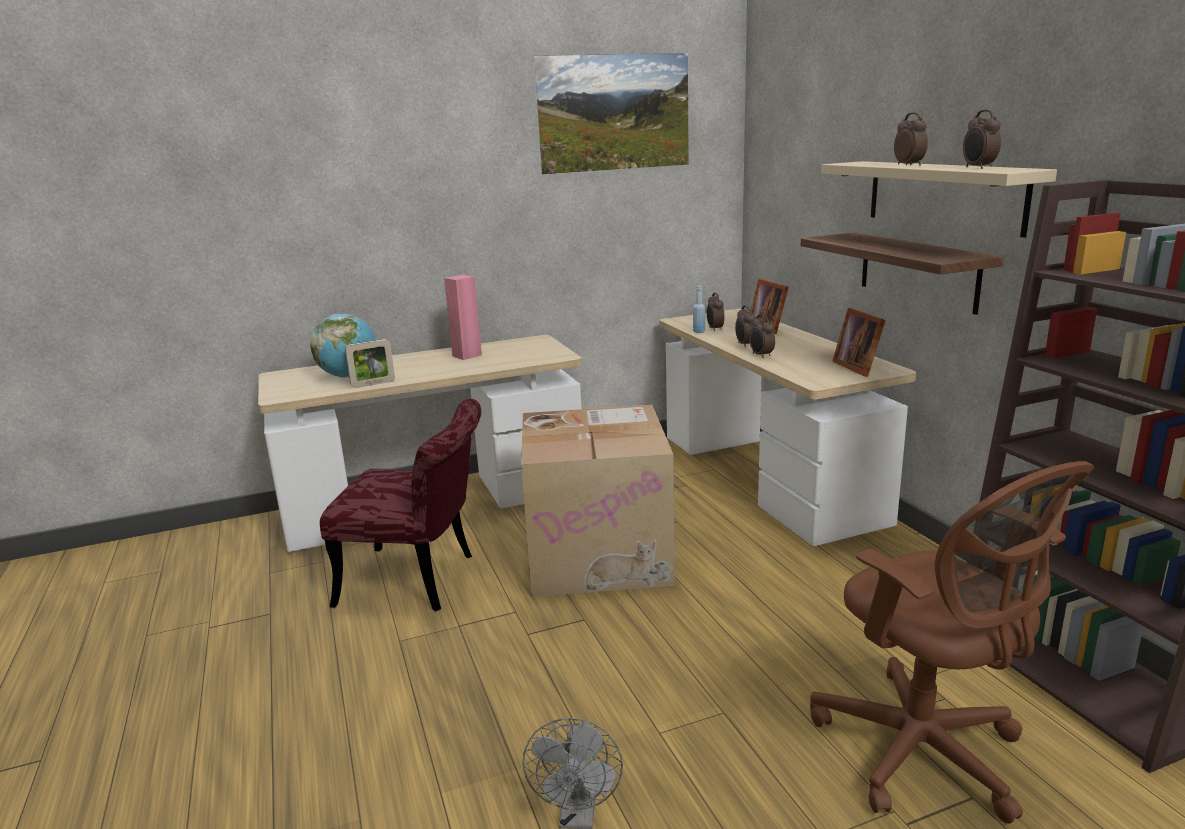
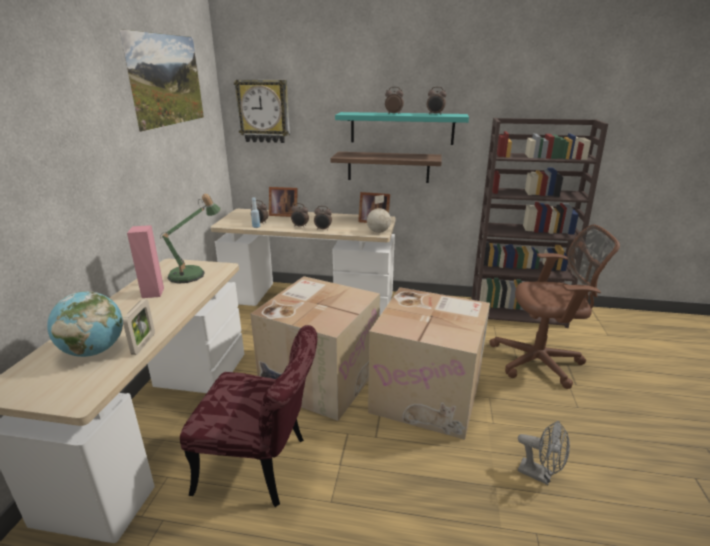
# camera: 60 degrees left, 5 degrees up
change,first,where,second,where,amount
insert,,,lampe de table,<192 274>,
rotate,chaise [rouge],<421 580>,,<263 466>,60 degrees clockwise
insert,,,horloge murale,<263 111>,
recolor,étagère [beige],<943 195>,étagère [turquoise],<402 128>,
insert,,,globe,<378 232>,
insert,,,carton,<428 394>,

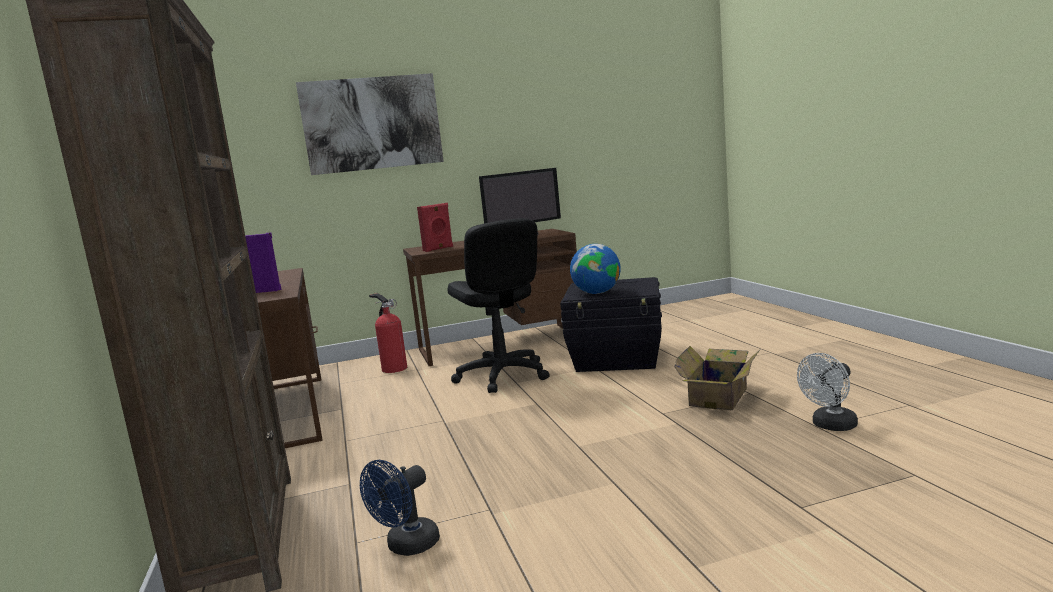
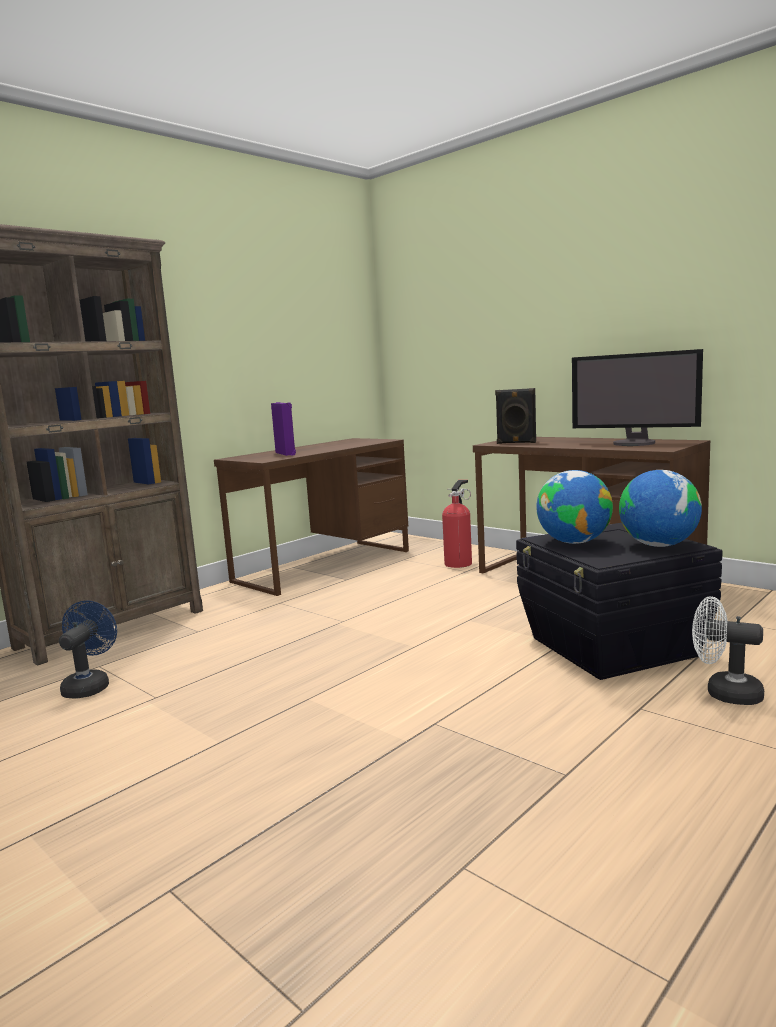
# camera: 60 degrees right, 0 degrees up
change,first,where,second,where,amount
rotate,ventilateur [bleu],<407 547>,,<90 685>,90 degrees clockwise
recolor,enceinte [rouge],<438 249>,enceinte [noir],<516 443>,
insert,,,globe,<658 545>,
move,ventilateur [blanc],<830 426>,,<724 693>,
delete,tableau,<372 123>,,,
delete,chaise de bureau [noir],<502 376>,,,
delete,carton,<720 396>,,,

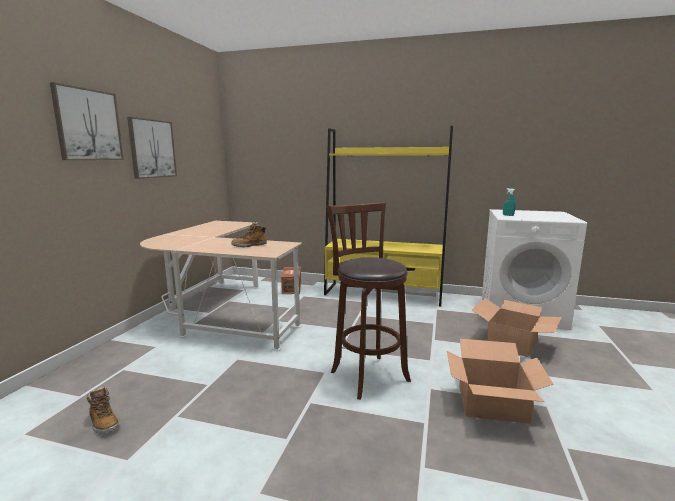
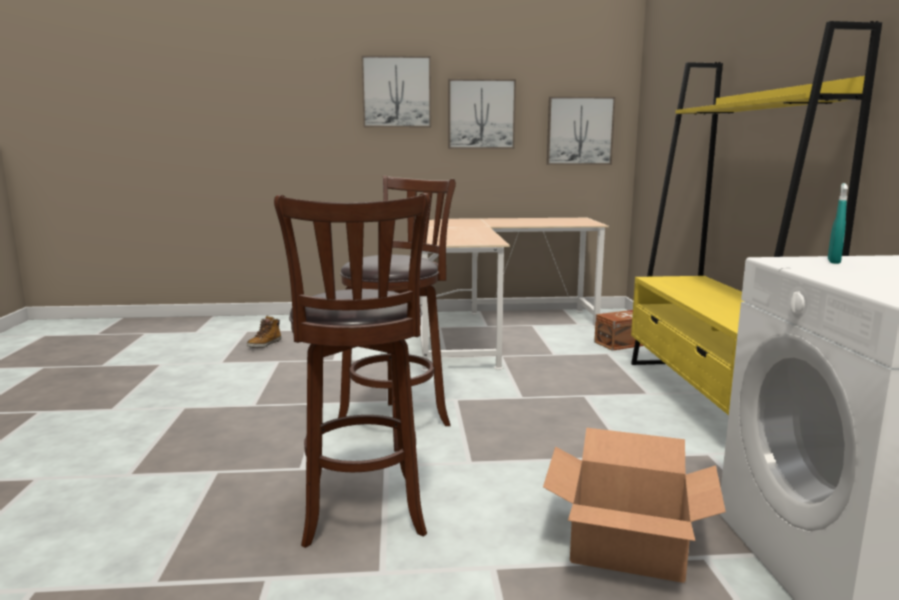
# camera: 70 degrees right, 0 degrees up
change,first,where,second,where,amount
replace,carton,<492 404>,tabouret [marron],<363 516>,
insert,,,tableau,<580 131>,
delete,botte,<249 245>,,,

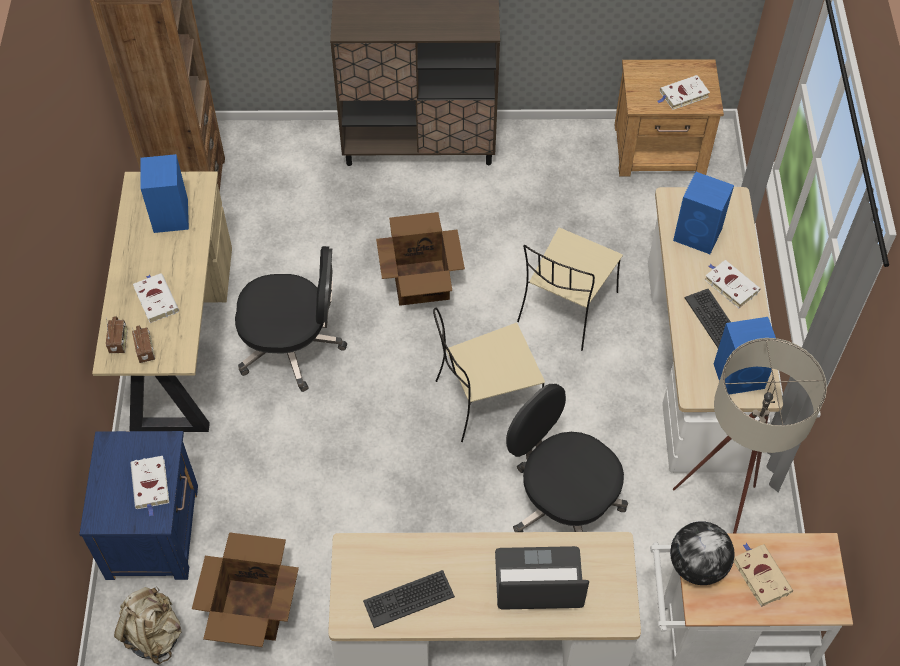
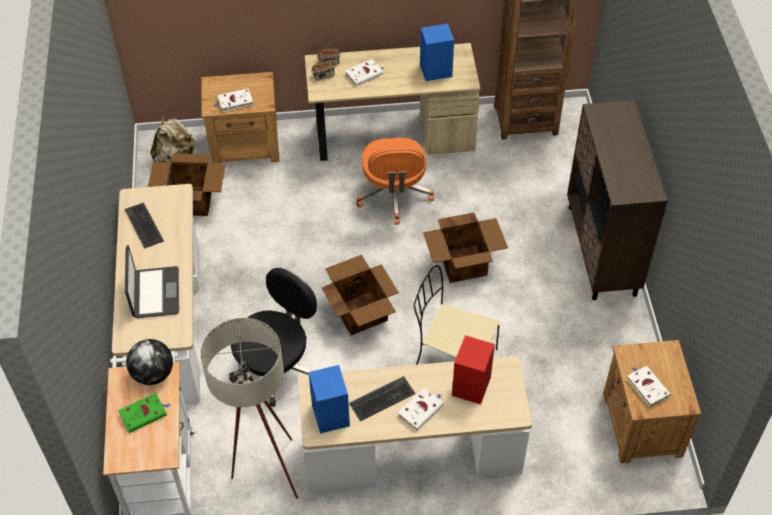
# camera: 85 degrees right, 5 degrees down
change,first,where,second,where,amount
recolor,livre [beige],<760 575>,livre [vert],<144 414>,
recolor,table de chevet [bleu],<154 530>,table de chevet [marron],<246 145>,
replace,chaise [beige],<485 400>,carton,<361 312>,
recolor,chaise de bureau [noir],<292 346>,chaise de bureau [orange],<394 195>,
recolor,enceinte [bleu],<698 235>,enceinte [rouge],<471 387>,

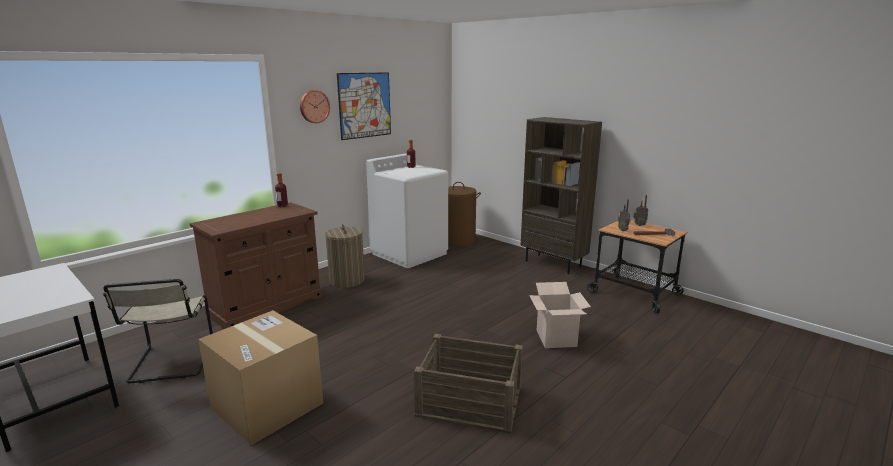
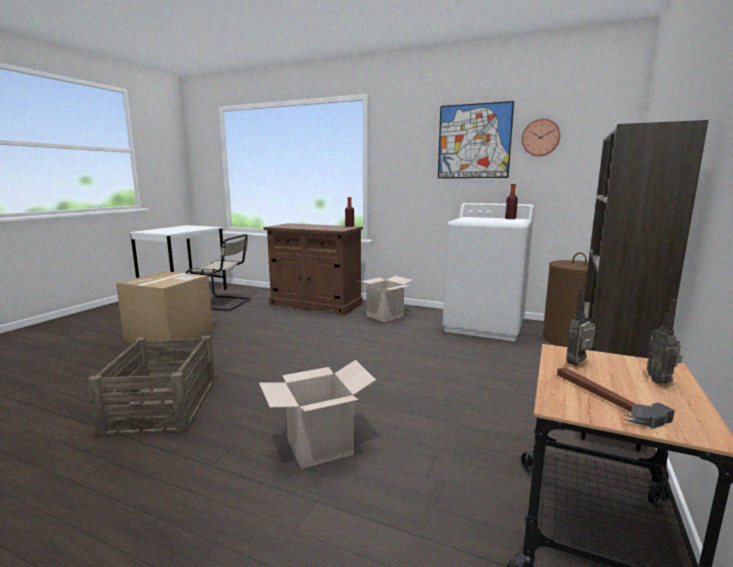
# camera: 70 degrees right, 5 degrees down
change,first,where,second,where,amount
rotate,chaise [beige],<171 363>,,<224 303>,135 degrees counterclockwise
replace,panier à linge,<347 280>,carton,<385 316>,
move,horloge murale,<314 106>,,<540 137>,

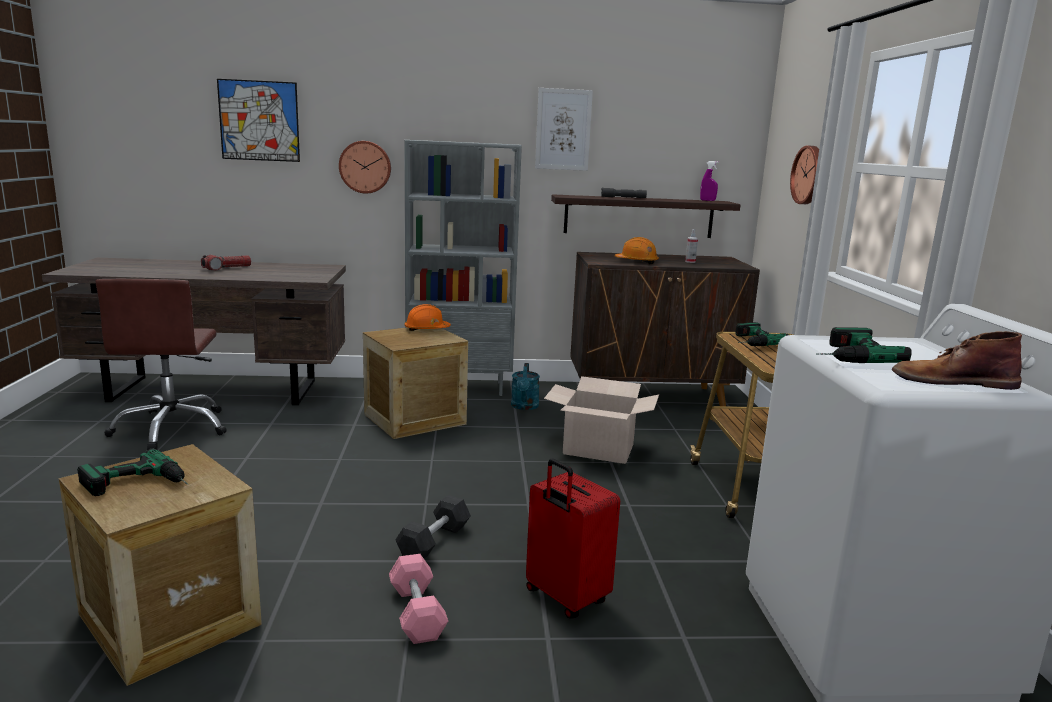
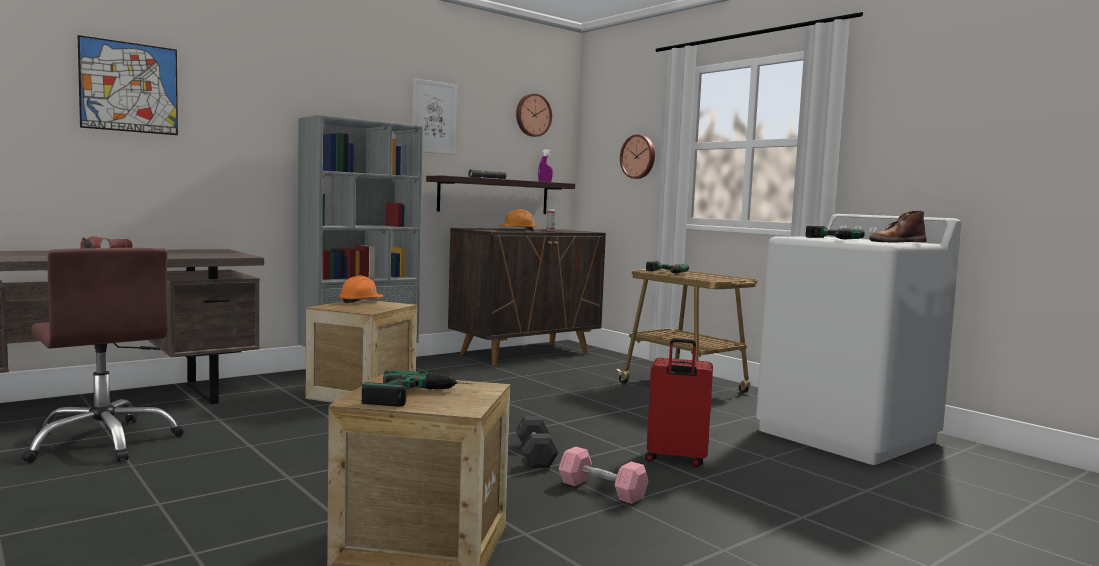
# camera: 35 degrees left, 10 degrees down
change,first,where,second,where,amount
move,horloge murale,<365 167>,,<532 115>,
delete,arrosoir [turquoise],<524 407>,,,
delete,carton,<598 449>,,,

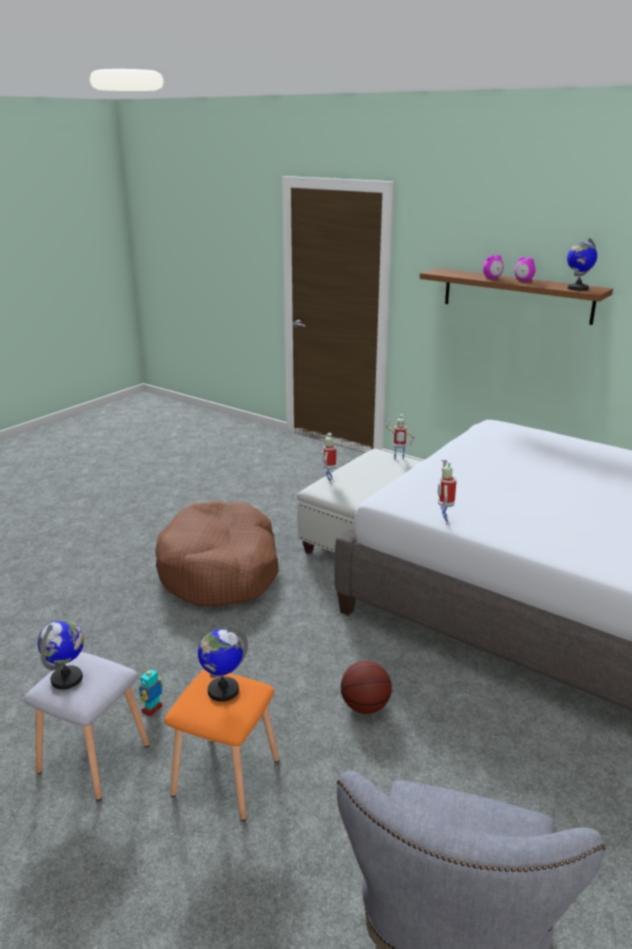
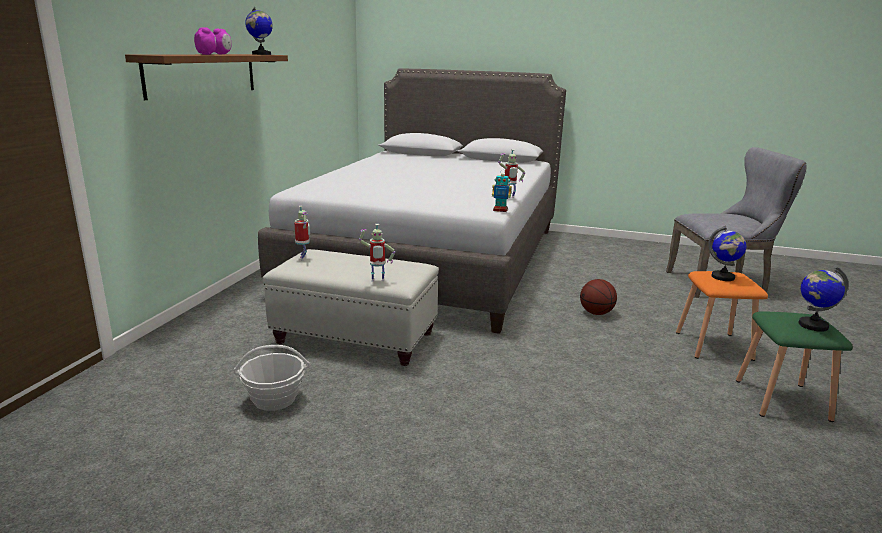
# camera: 110 degrees left, 5 degrees down
change,first,where,second,where,amount
insert,,,panier,<274 399>,
move,robot jouet,<152 709>,,<500 210>,
recolor,tabouret [gris],<92 758>,tabouret [vert],<783 400>,
delete,panier pour chien [marron],<220 570>,,,

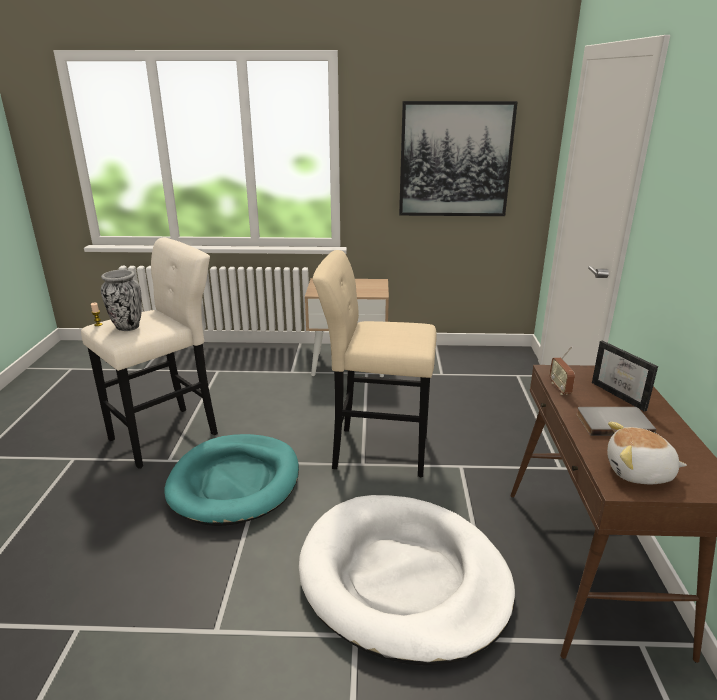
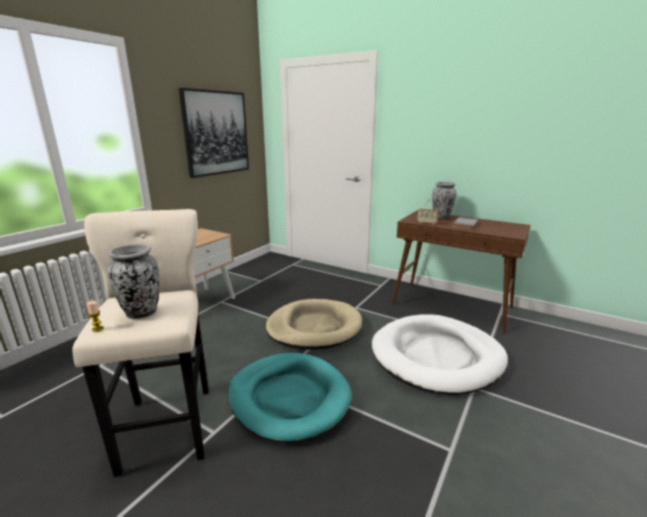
# camera: 60 degrees left, 5 degrees down
change,first,where,second,where,amount
replace,tabouret [beige],<375 451>,panier pour chien [beige],<314 327>,
replace,cadre photo,<623 395>,vase,<441 218>,
delete,peluche,<639 472>,,,

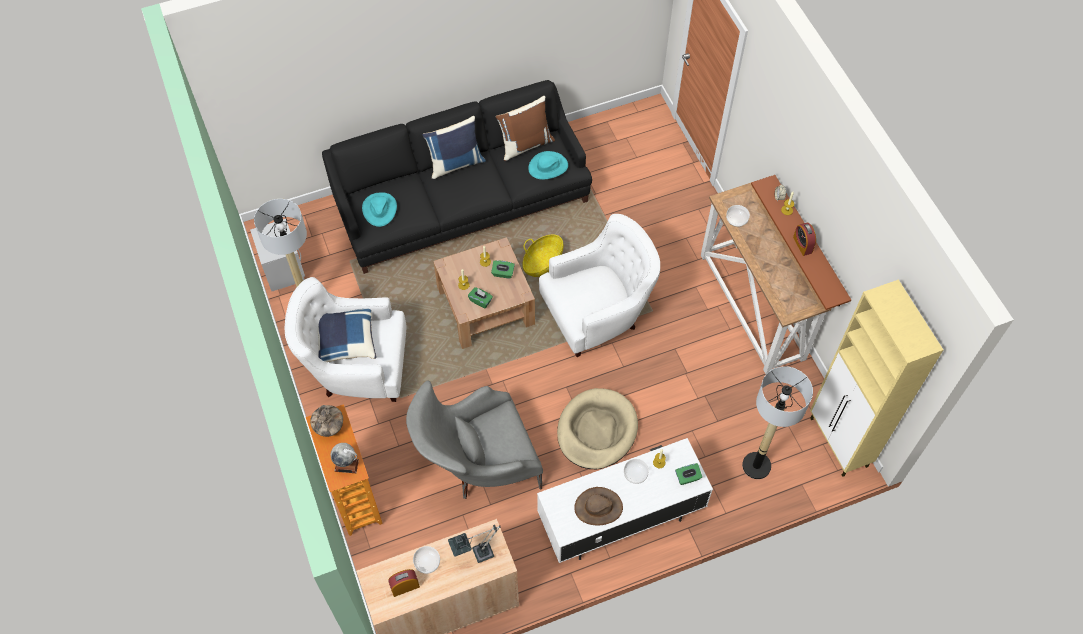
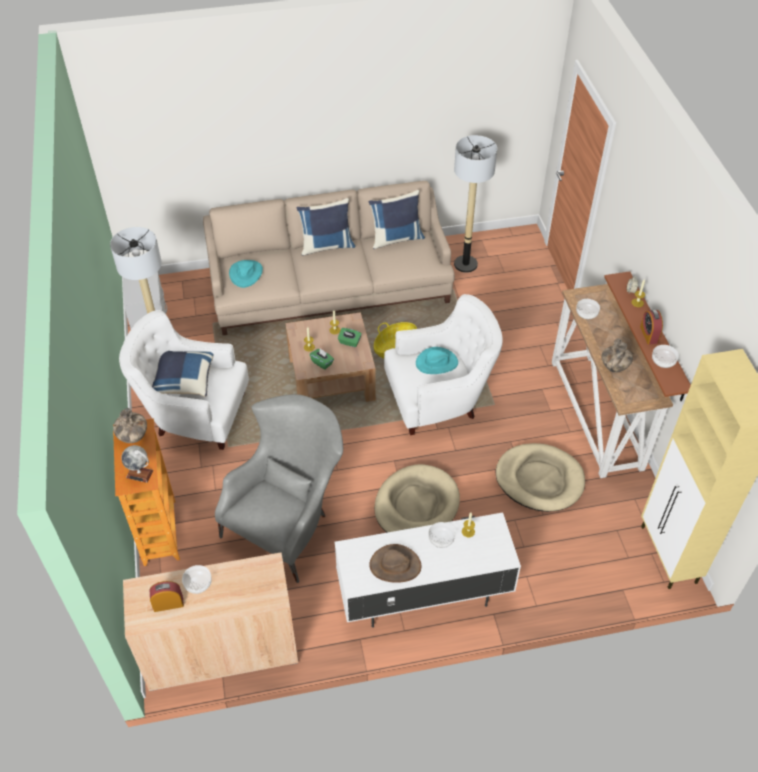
# camera: 10 degrees right, 10 degrees down
change,first,where,second,where,amount
recolor,canapé [noir],<461 200>,canapé [beige],<330 286>,
rotate,fauteuil [gris],<478 467>,,<288 521>,135 degrees clockwise
recolor,coussin [marron],<525 144>,coussin [bleu],<396 238>,
move,chapeau [turquoise],<548 167>,,<436 363>,
move,lampadaire,<756 465>,,<465 264>,
insert,,,panier pour chien [beige],<539 479>,
insert,,,vase,<614 367>,
insert,,,bol,<663 361>,
delete,lampe de table,<478 554>,,,
delete,boîte à mouchoirs [vert],<687 477>,,,

